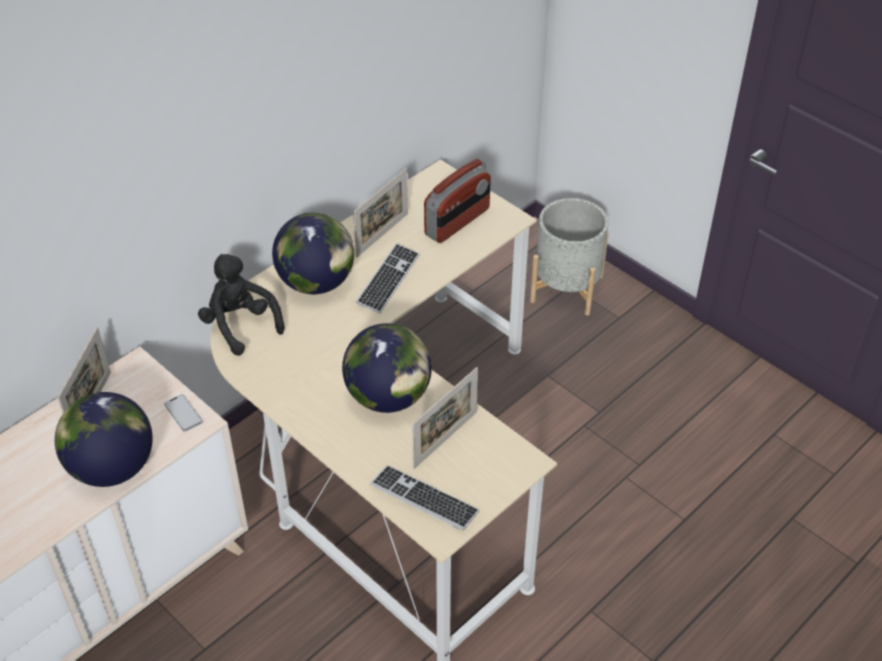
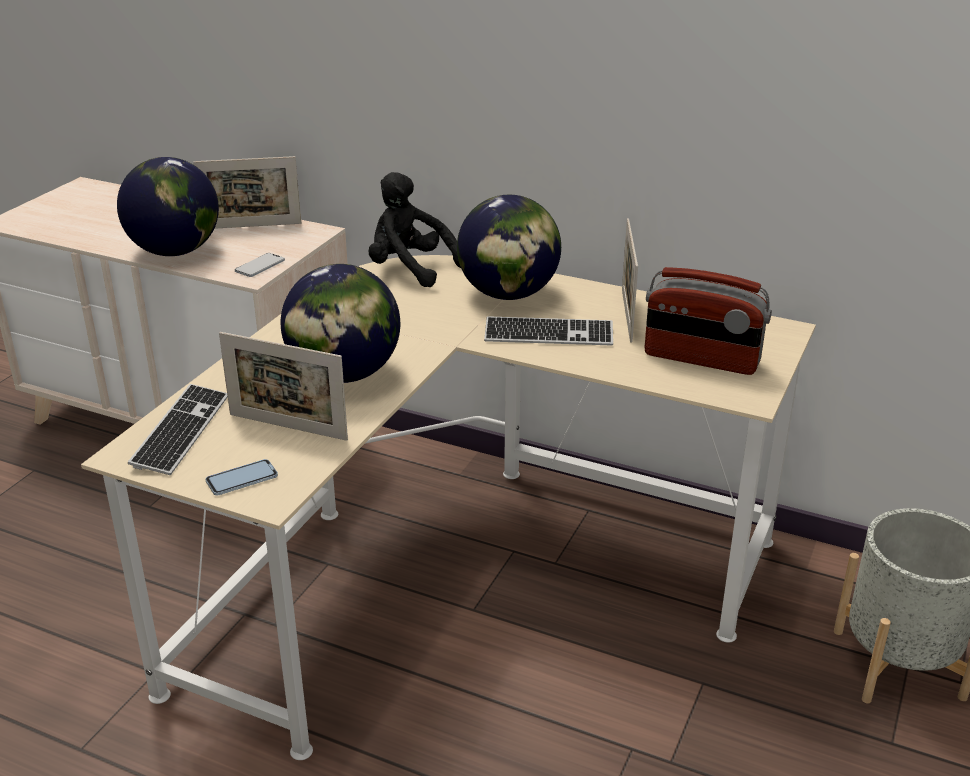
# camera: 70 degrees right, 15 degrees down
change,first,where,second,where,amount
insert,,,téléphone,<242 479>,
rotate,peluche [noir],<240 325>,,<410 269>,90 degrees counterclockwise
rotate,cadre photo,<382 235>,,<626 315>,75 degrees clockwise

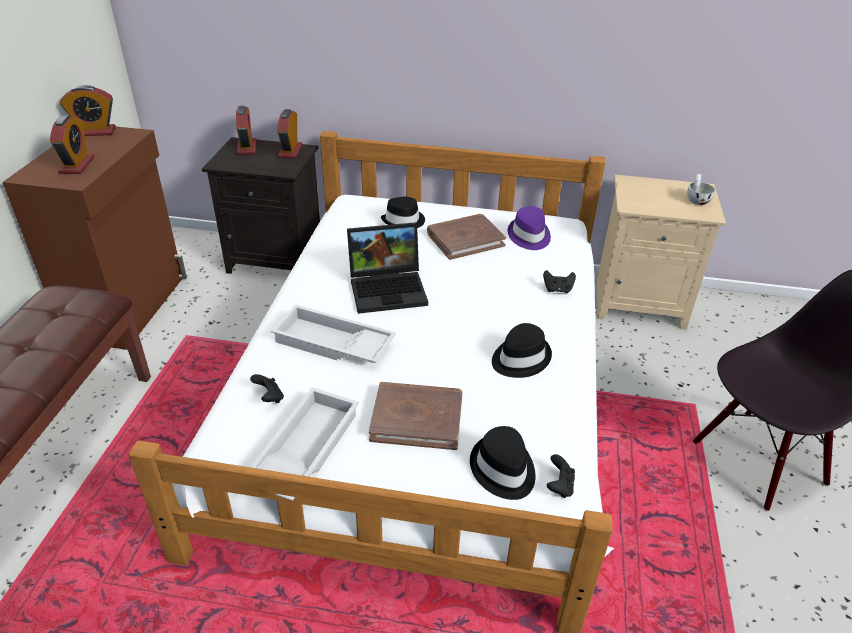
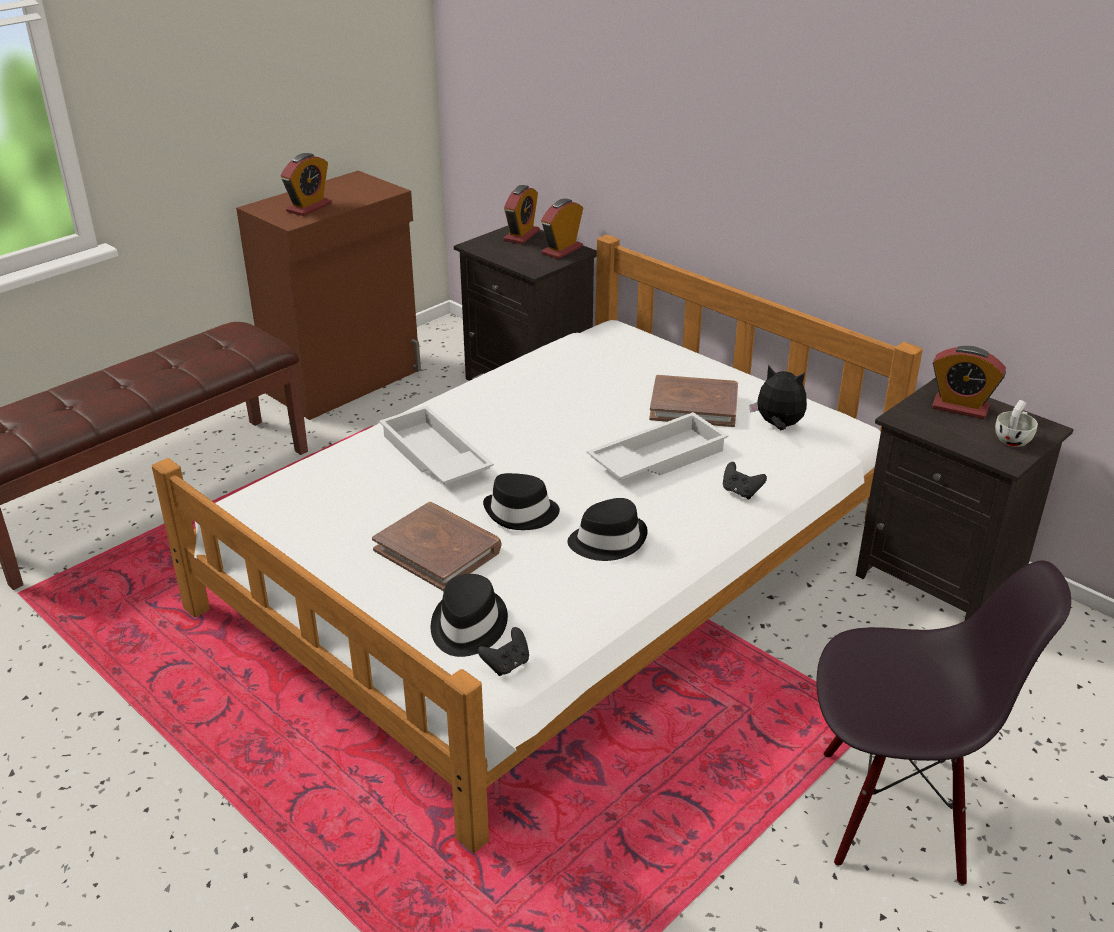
# camera: 35 degrees right, 5 degrees down
change,first,where,second,where,amount
move,chapeau [noir],<404 221>,,<521 513>,
move,plateau [blanc],<303 449>,,<657 457>,
replace,chapeau [violet],<529 236>,peluche,<778 426>,
recolor,table de chevet [beige],<641 303>,table de chevet [noir],<941 580>,
move,réveil,<95 132>,,<960 407>,
delete,manette [noir],<269 398>,,,
delete,ordinateur portable,<389 288>,,,

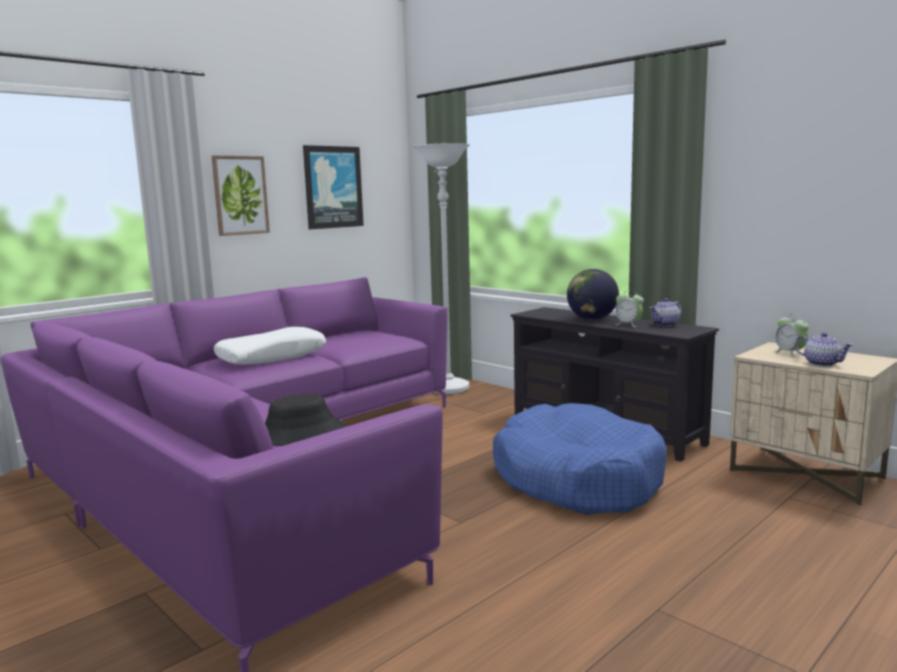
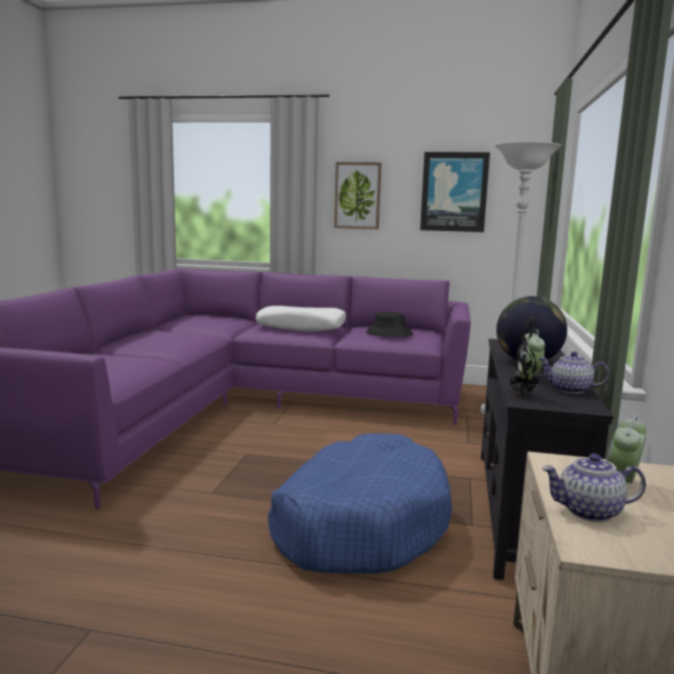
# camera: 55 degrees right, 0 degrees up
change,first,where,second,where,amount
move,chapeau [noir],<300 434>,,<389 334>,
insert,,,plante en pot,<522 395>,
rotate,théière,<822 363>,,<589 512>,75 degrees clockwise

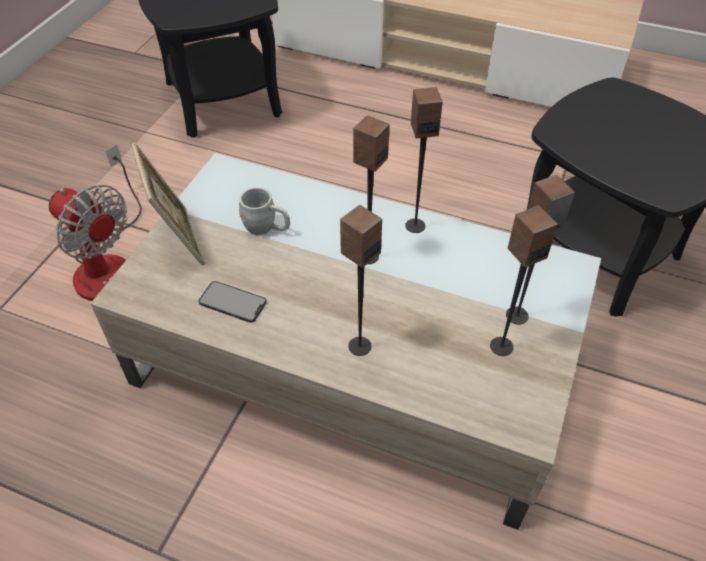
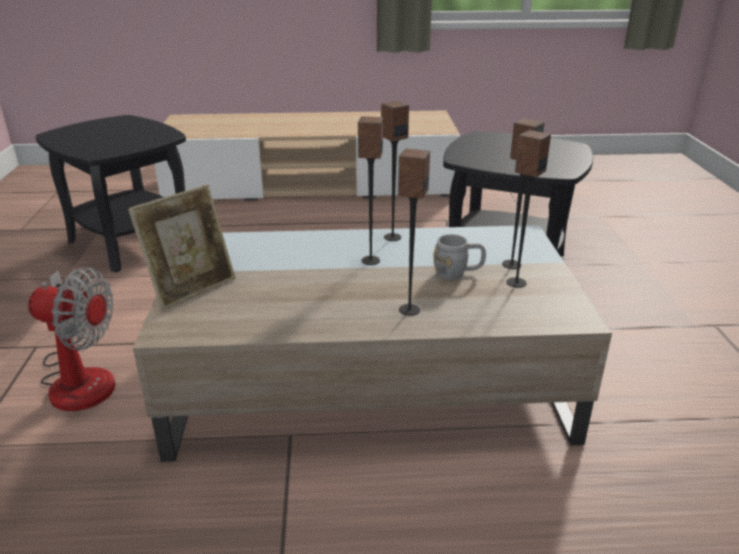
# camera: 25 degrees left, 20 degrees down
change,first,where,second,where,amount
rotate,cadre photo,<178 239>,,<192 288>,90 degrees clockwise
move,mug [gris],<266 228>,,<458 273>,
delete,téléphone,<232 302>,,,

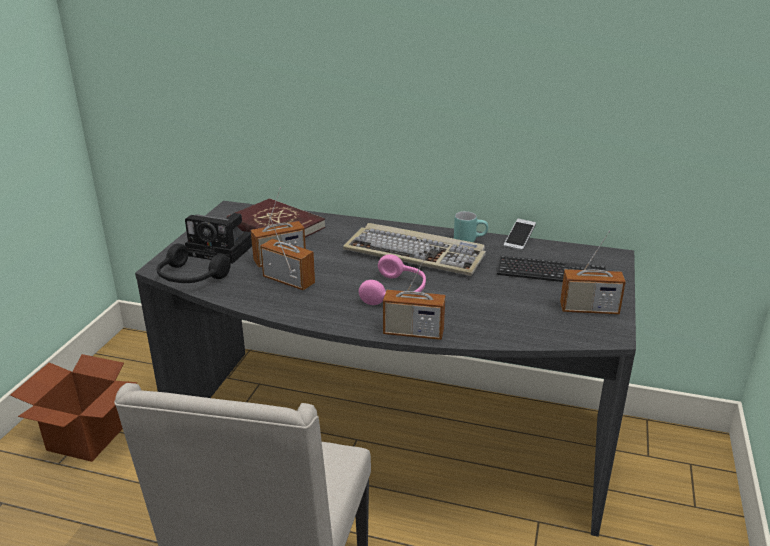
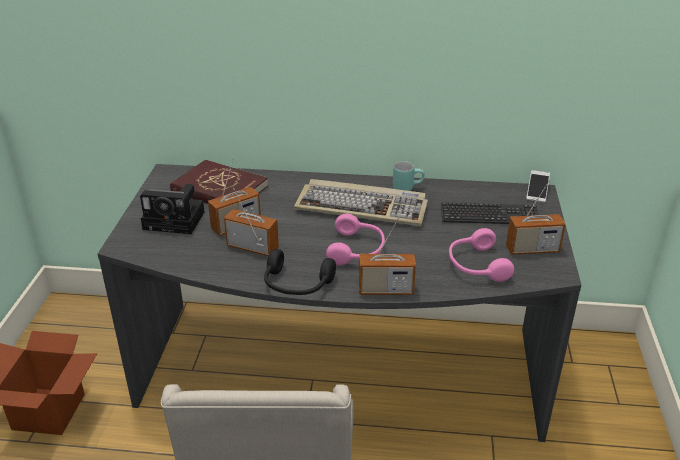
# camera: 10 degrees left, 5 degrees up
change,first,where,second,where,amount
move,casque audio [noir],<189 278>,,<296 285>,
insert,,,casque audio [rose],<476 265>,
move,téléphone,<519 240>,,<537 192>,

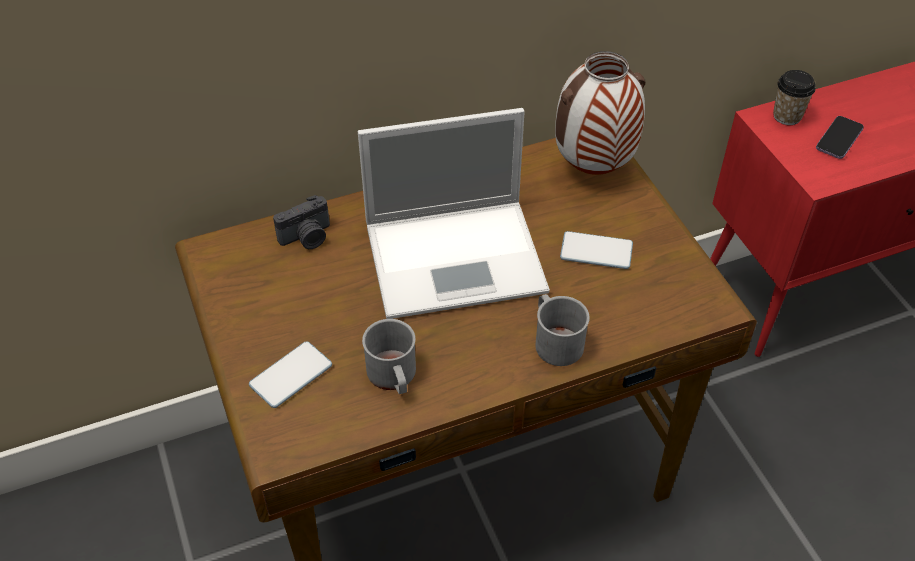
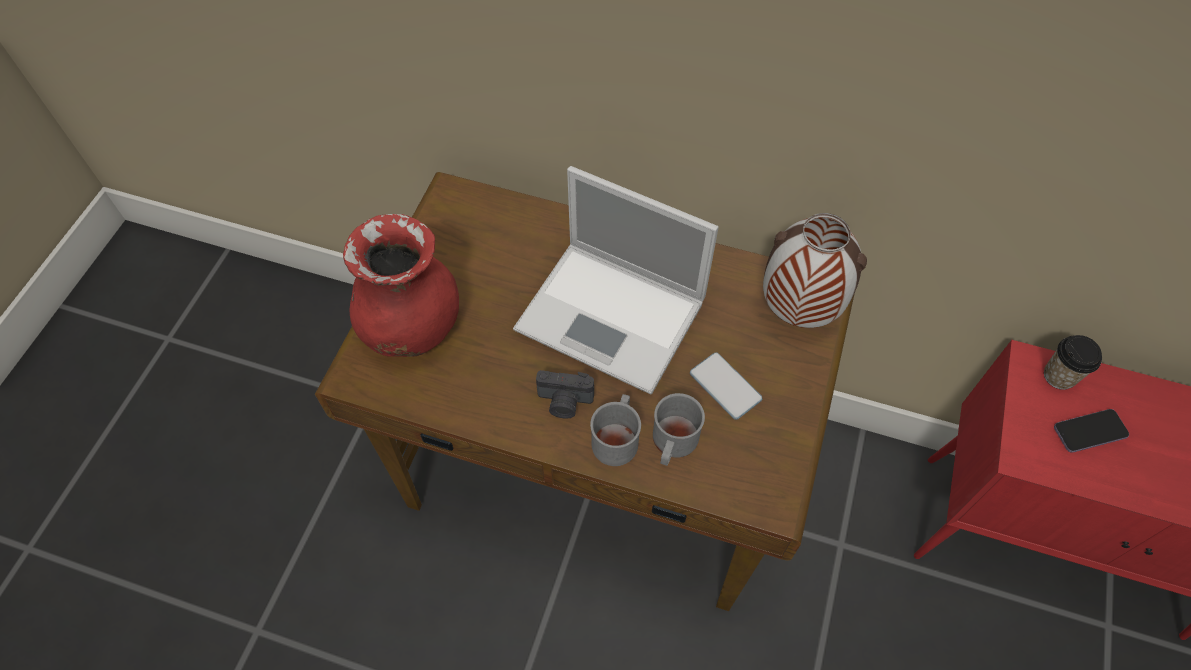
# camera: 40 degrees right, 10 degrees up
change,first,where,second,where,amount
replace,téléphone,<291 375>,vase [rouge],<412 327>,
move,appareil photo,<307 237>,,<564 402>,
move,mug [gris],<393 377>,,<673 443>,

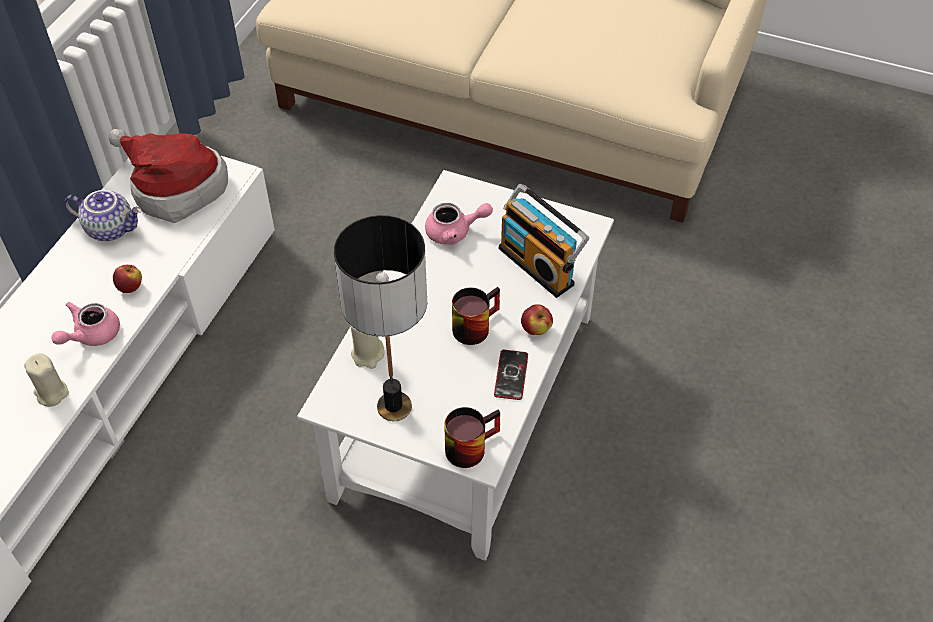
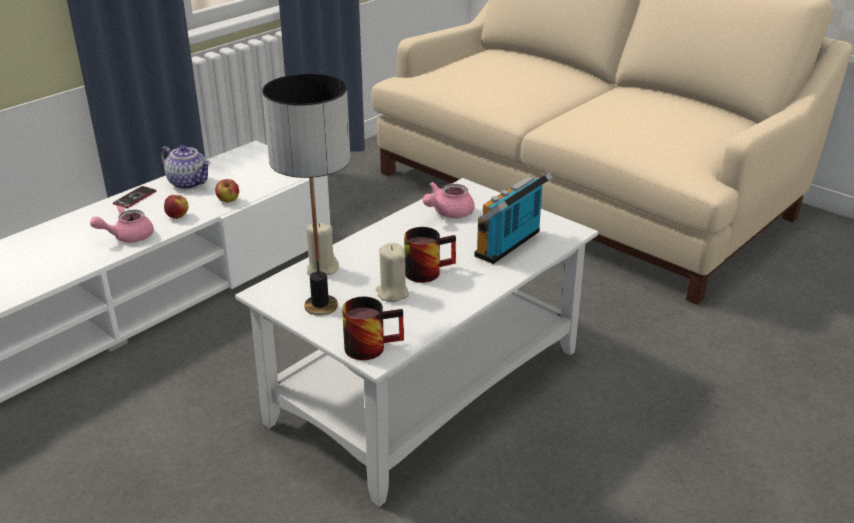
# camera: 20 degrees right, 20 degrees down
change,first,where,second,where,amount
move,téléphone,<511 375>,,<135 198>,
move,pomme,<536 329>,,<228 201>,
move,bougie [beige],<51 393>,,<392 293>,
rotate,théière [rose],<454 232>,,<448 213>,120 degrees clockwise
rotate,radio,<539 264>,,<511 245>,60 degrees clockwise
delete,chapeau,<174 188>,,,

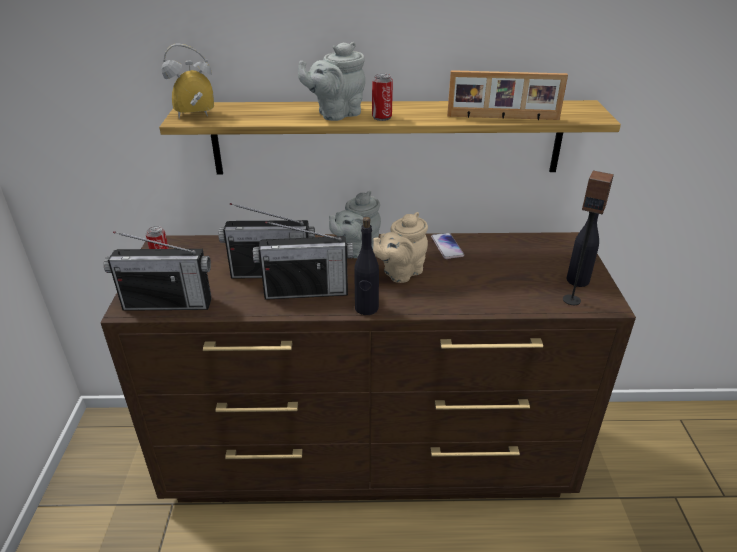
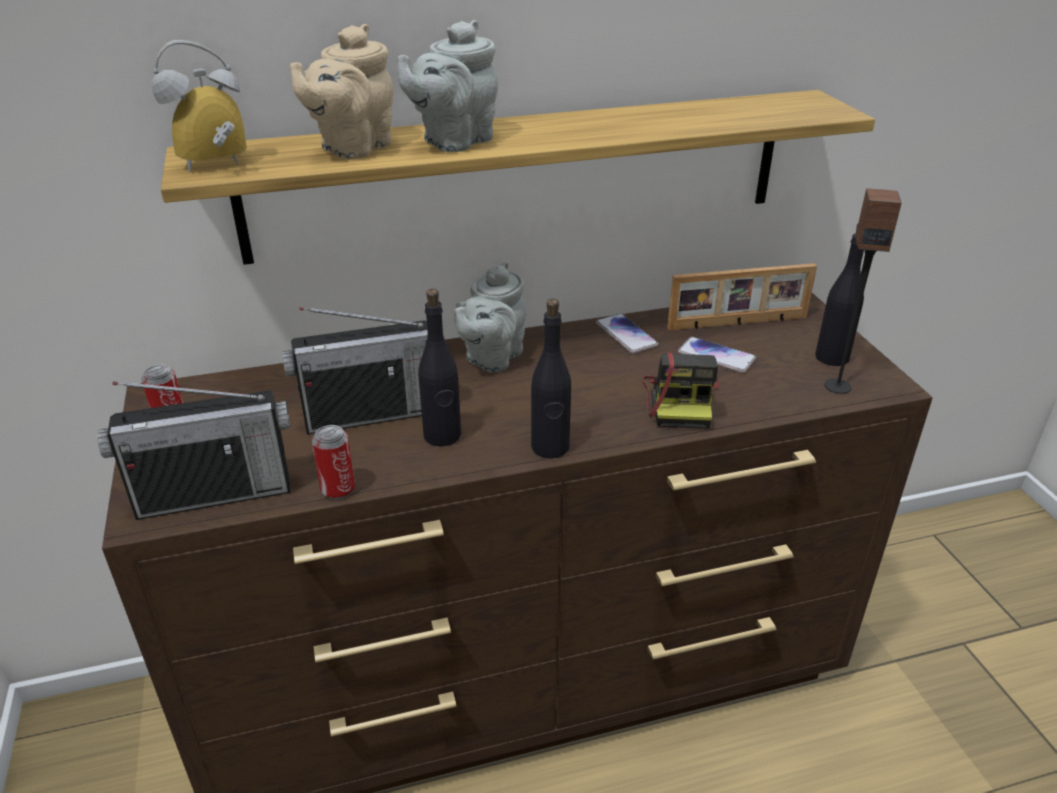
# camera: 15 degrees left, 0 degrees up
change,first,where,second,where,amount
move,théière [beige],<400 273>,,<352 148>,
move,boîte métallique,<381 117>,,<338 489>,
replace,radio,<306 291>,bouteille [noir],<442 436>,
insert,,,appareil photo,<681 401>,
move,cadre photo,<503 118>,,<738 323>,
insert,,,téléphone,<716 356>,

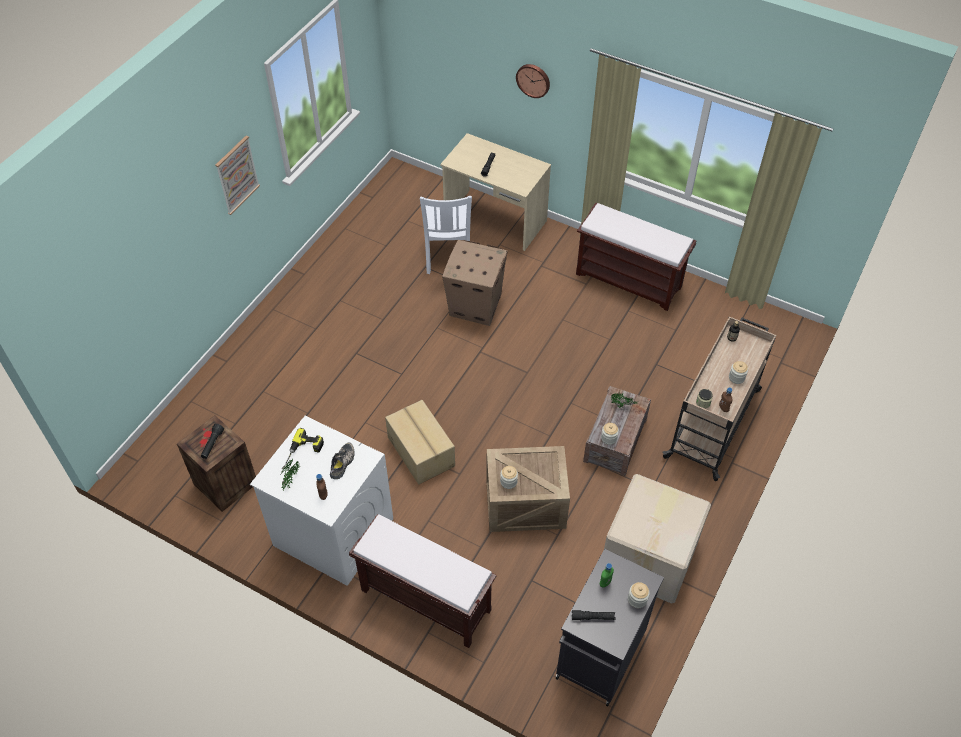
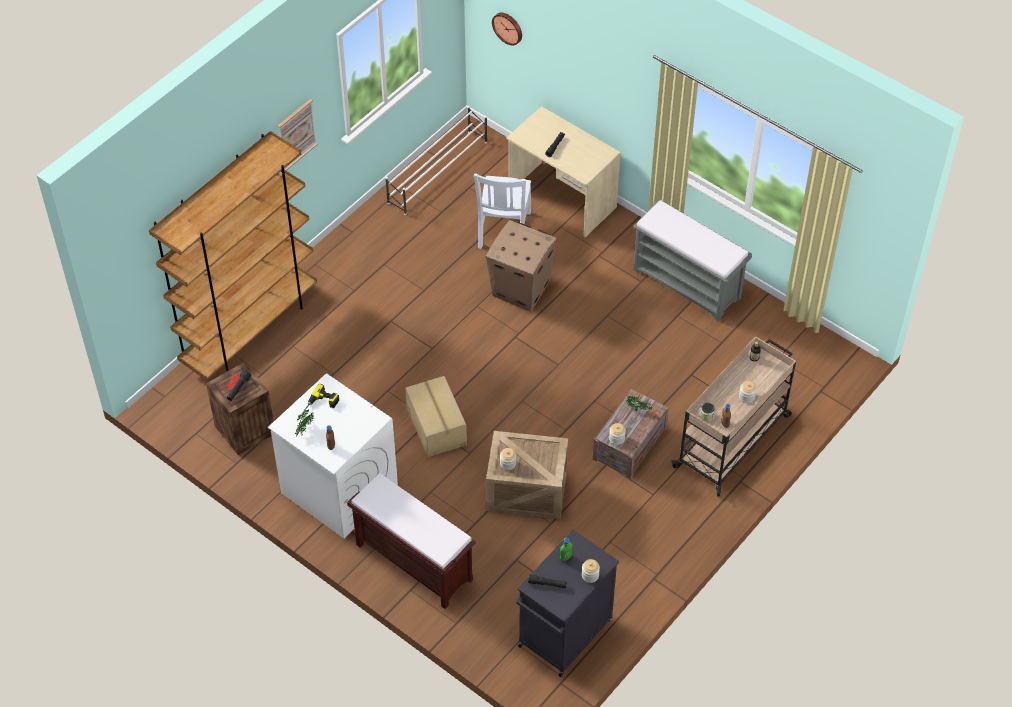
# camera: 10 degrees right, 0 degrees up
change,first,where,second,where,amount
insert,,,bibliothèque [marron],<250 330>,
insert,,,étagère à chaussures [blanc],<438 172>,
move,horloge murale,<533 80>,,<508 27>,
recolor,banc [marron],<629 280>,banc [gris],<688 284>,
delete,chaussure,<343 463>,,,
delete,carton,<650 556>,,,

